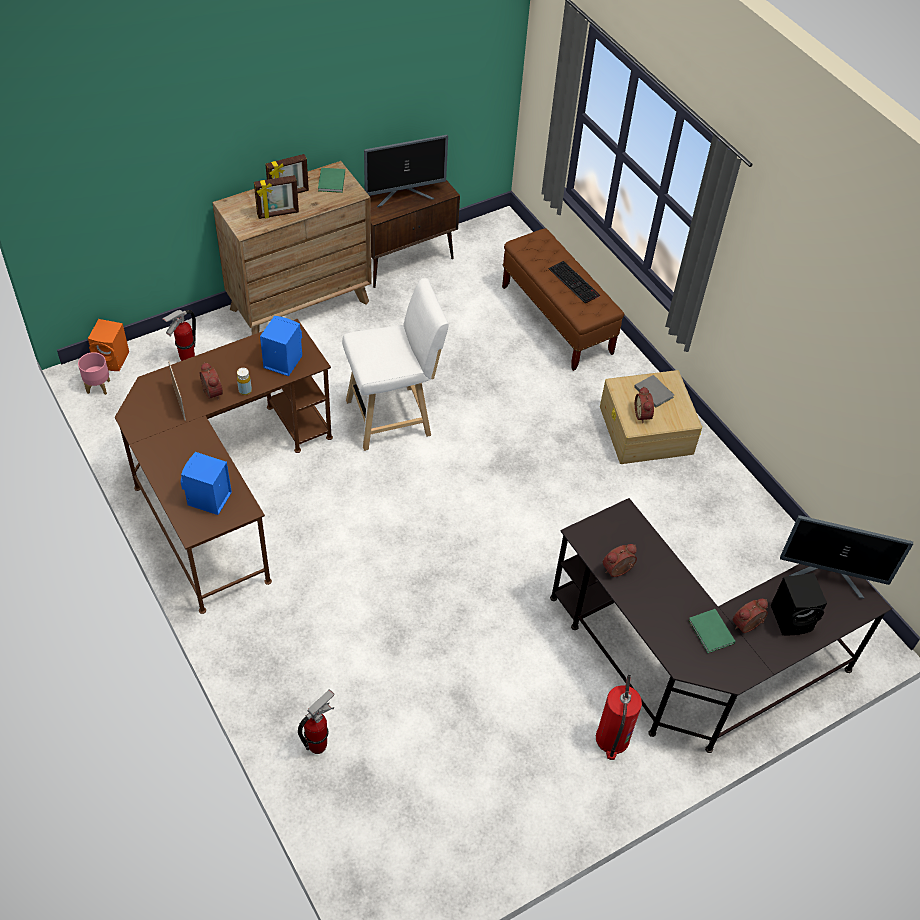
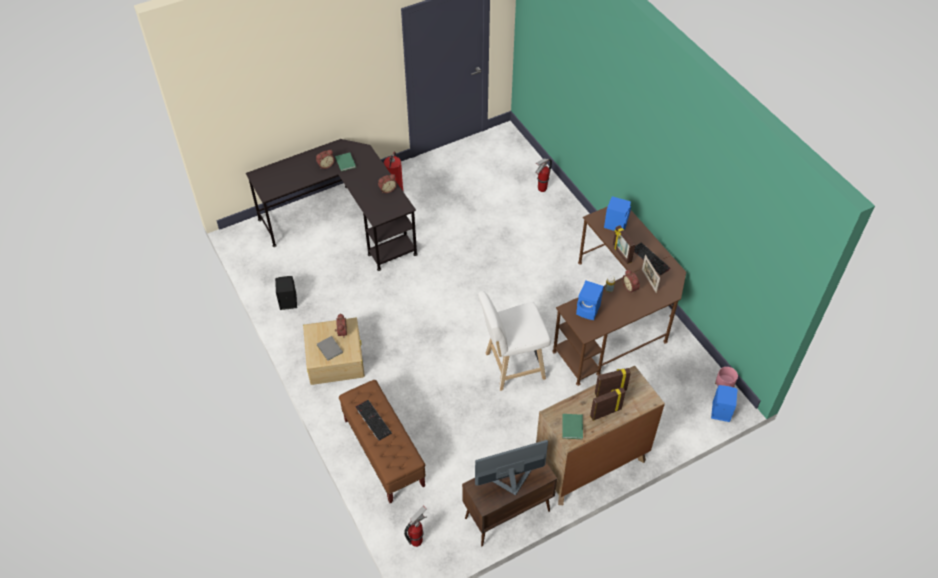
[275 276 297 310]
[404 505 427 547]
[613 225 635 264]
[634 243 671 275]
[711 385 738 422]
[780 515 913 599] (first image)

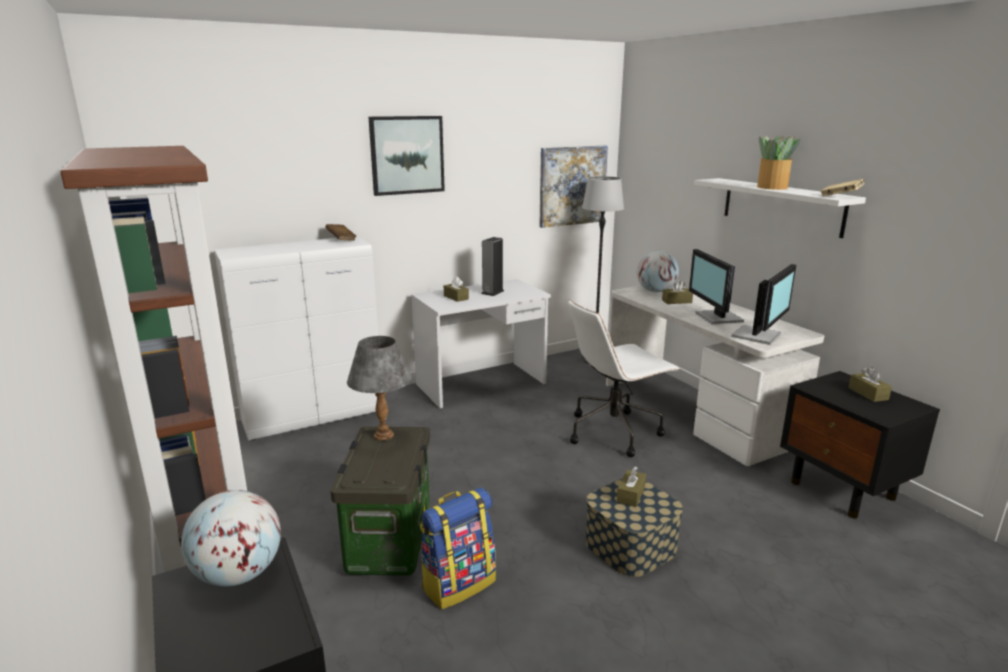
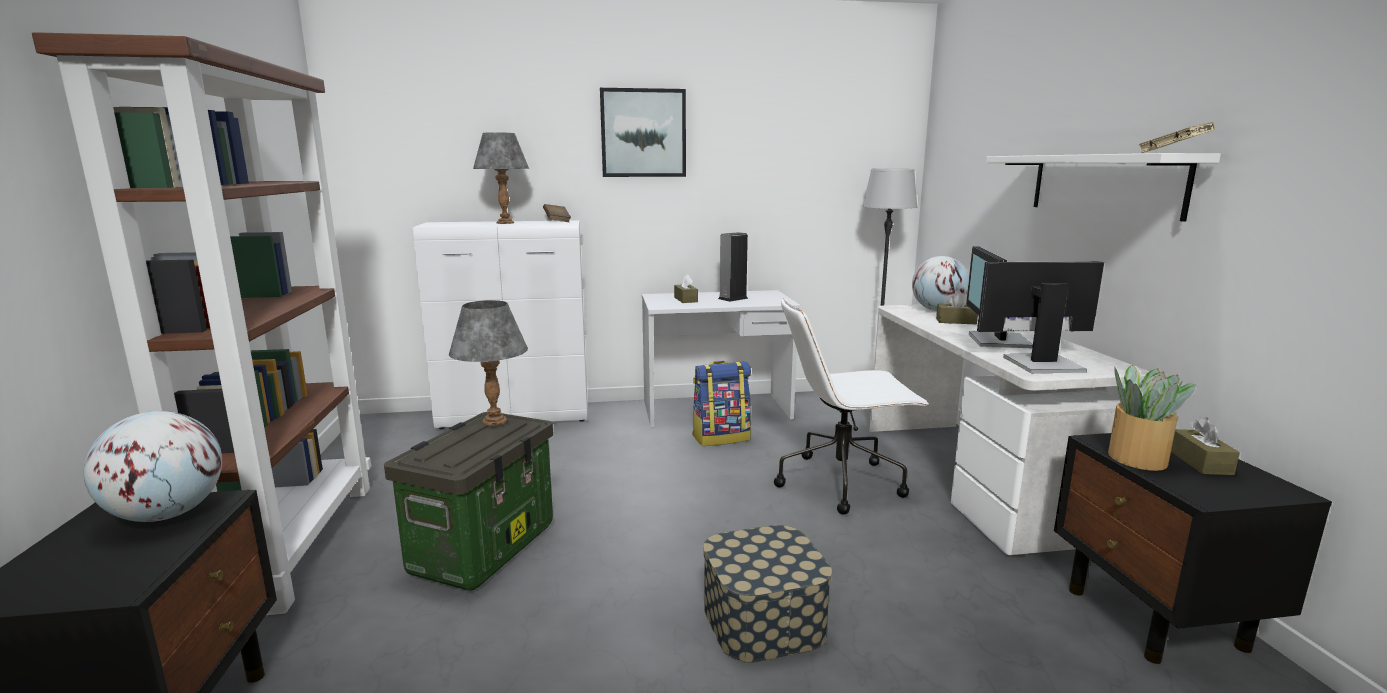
[473 132 529 224]
[692 361 751 446]
[977 261 1104 373]
[1108 365 1196 471]
[539 146 608 228] (first image)
[616 466 646 507] (first image)

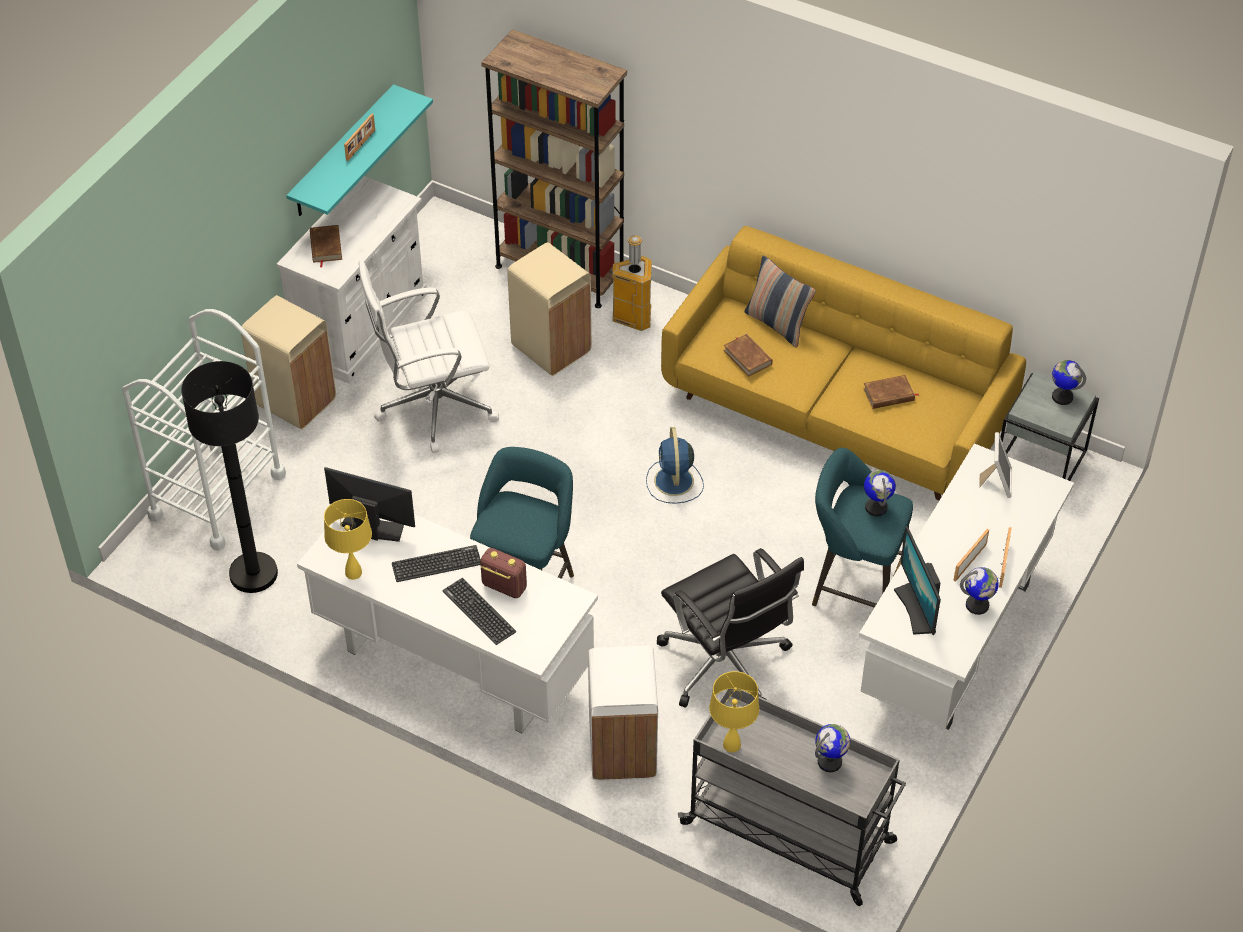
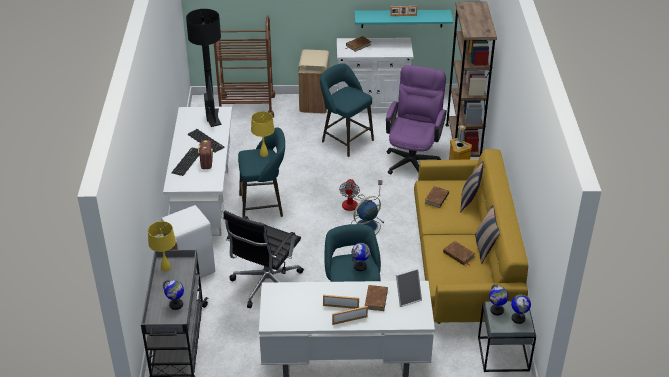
[214 15 275 118]
[251 111 274 157]
[320 63 374 157]
[339 179 382 211]
[365 285 388 311]
[386 65 447 174]
[475 205 500 263]
[489 284 509 315]
[894 526 941 635] (first image)

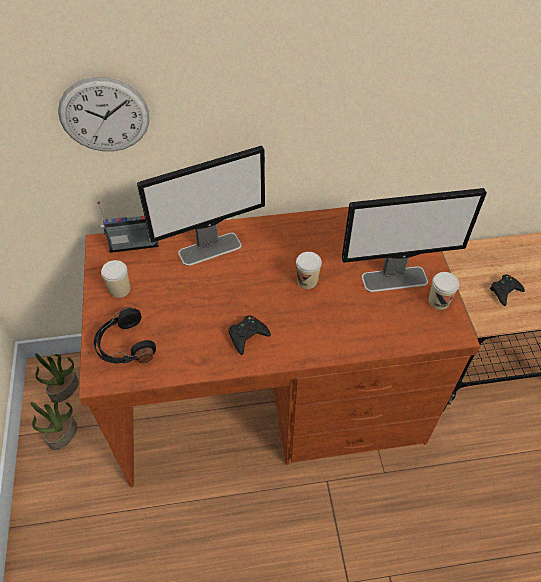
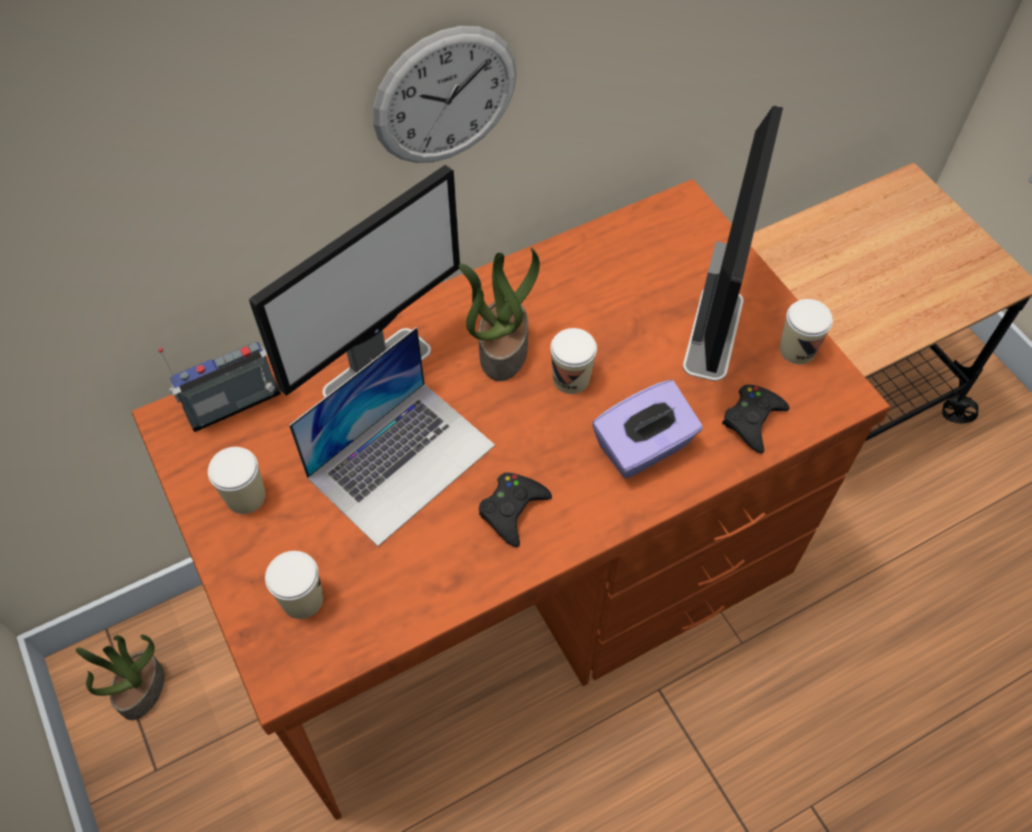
[265 551 323 619]
[289 327 495 546]
[373 26 517 163]
[459 247 540 381]
[592 380 703 479]
[683 106 783 381]
[722 384 789 454]

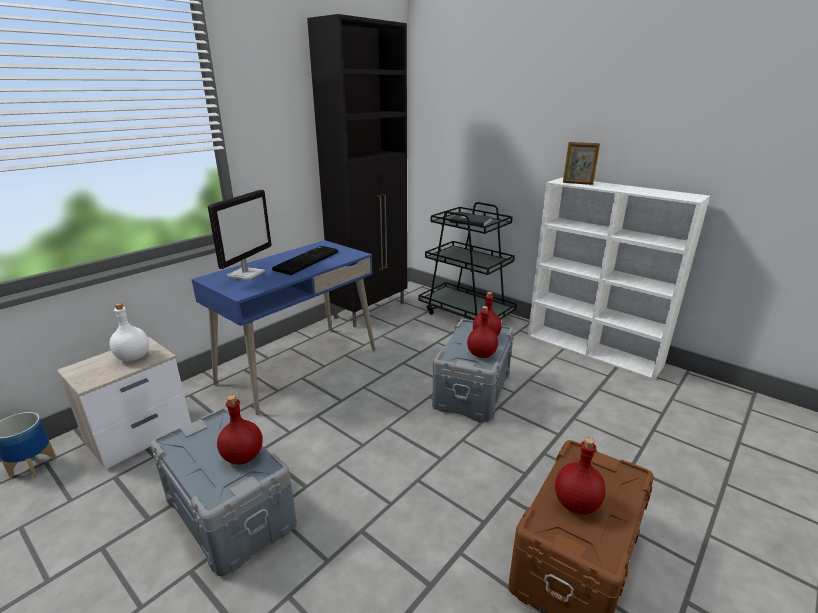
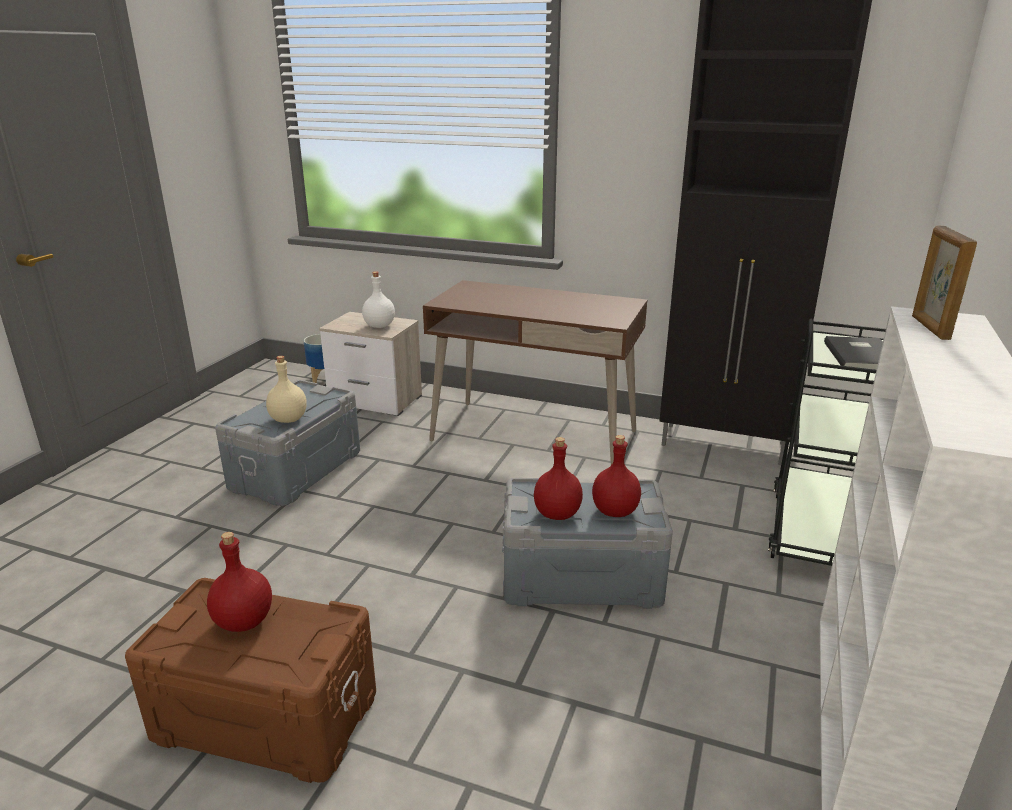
[266 356 307 423]
[423 280 647 465]
[208 190 272 281] (first image)
[272 246 338 275] (first image)

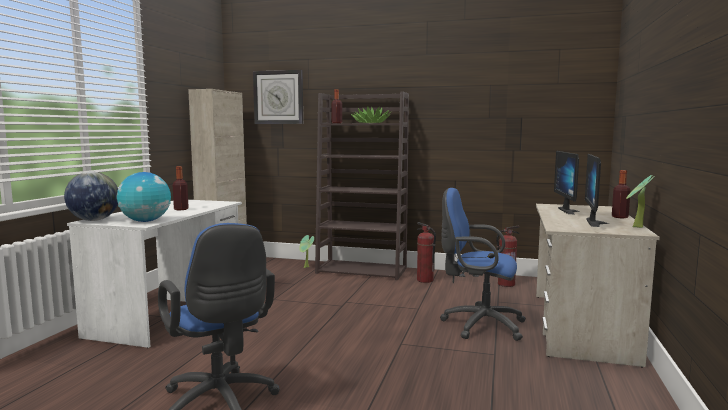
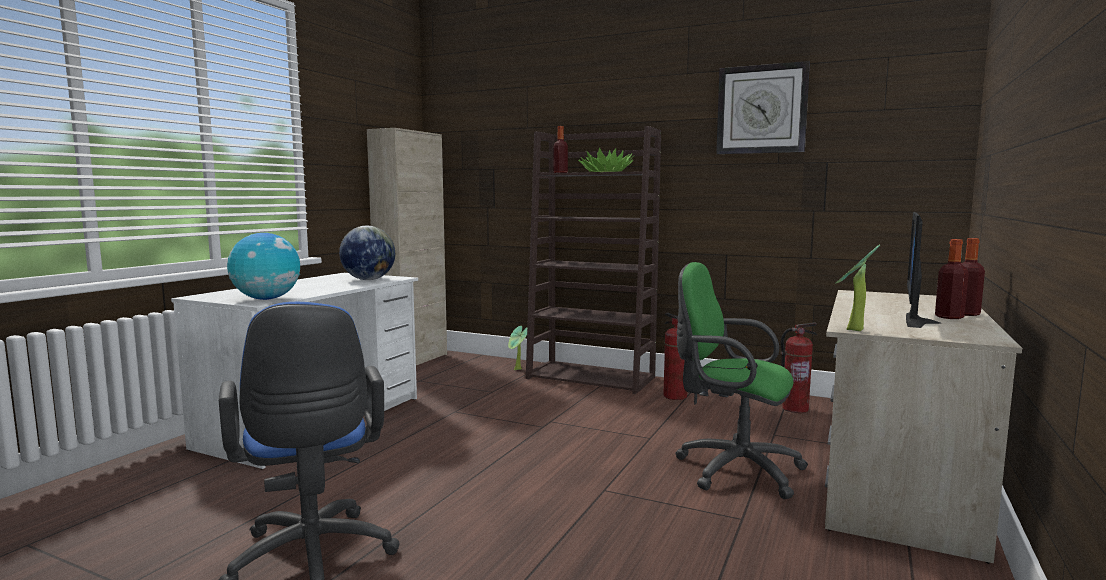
[339 226 395 280]
[675 262 808 499]
[716 61 810 154]
[836 245 880 331]
[935 239 969 319]
[554 151 580 214] (first image)

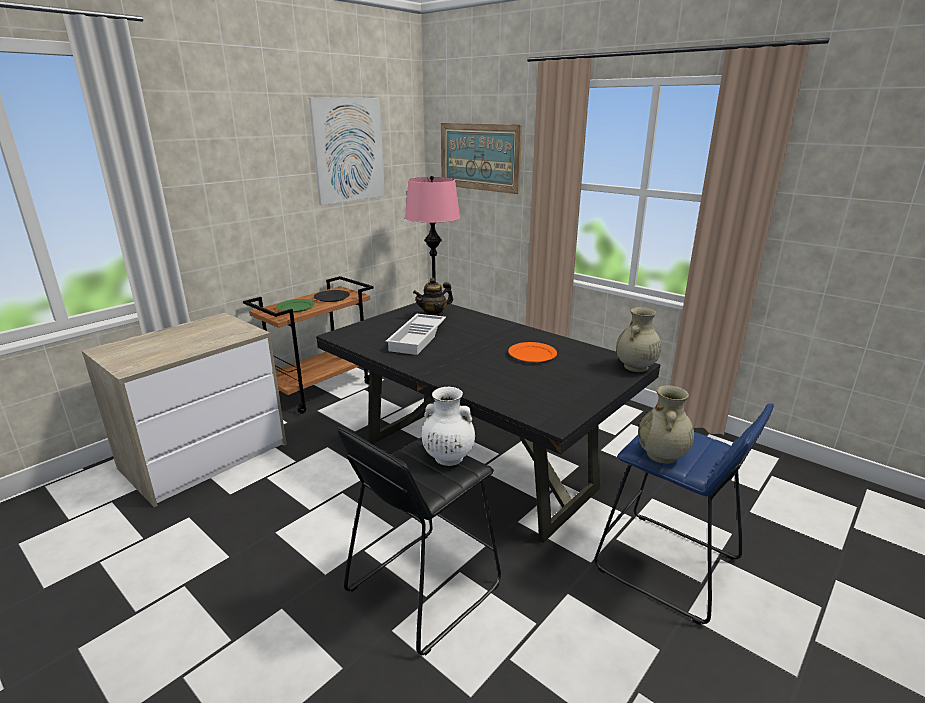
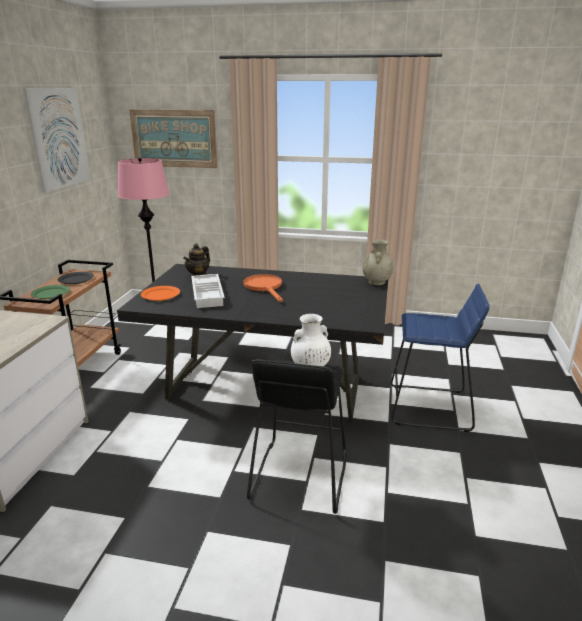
[141 286 180 301]
[244 274 283 302]
[638 385 694 464] (first image)

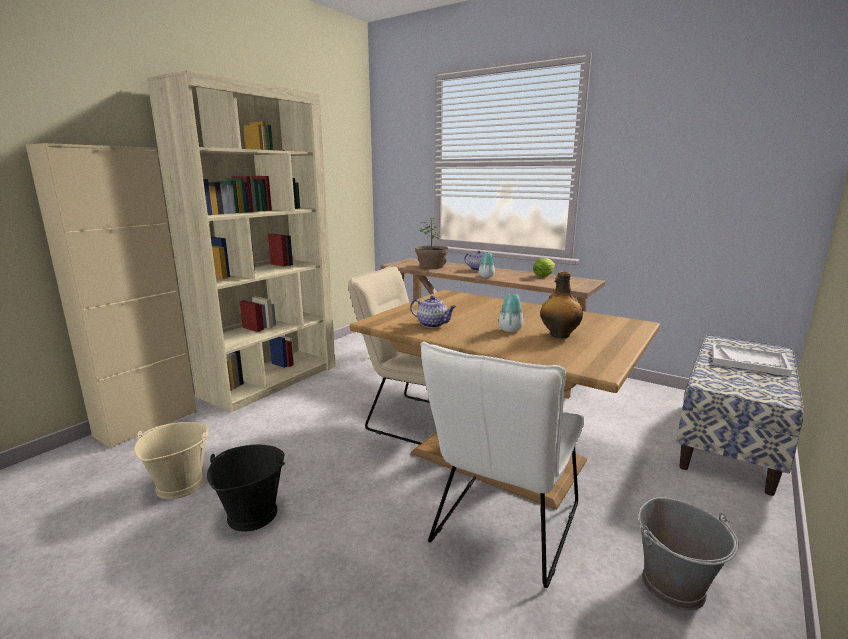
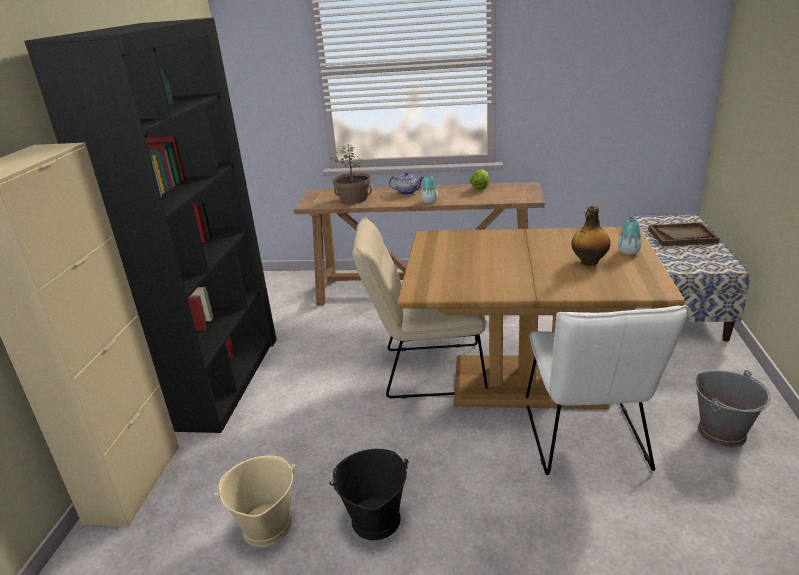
[24 18 277 433]
[618 219 642 255]
[648 222 720 246]
[410 296 456 328] (first image)

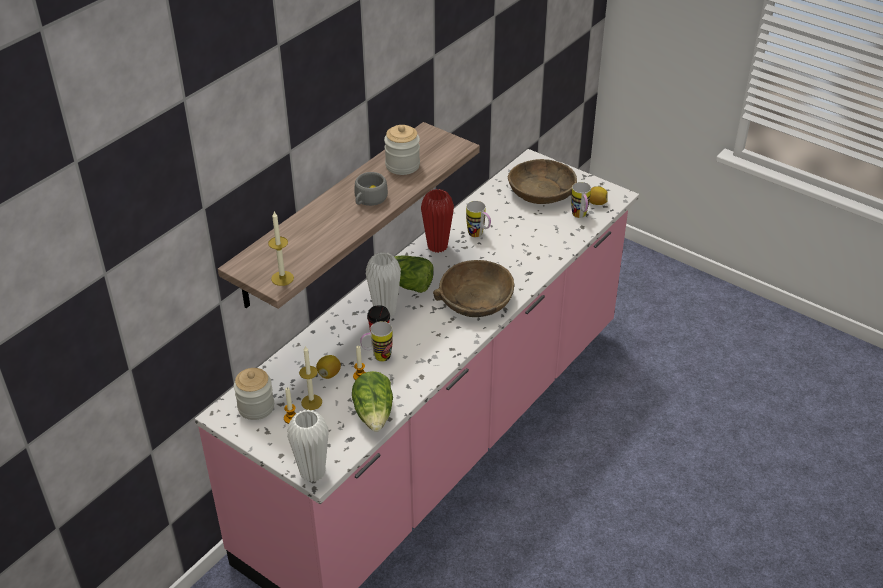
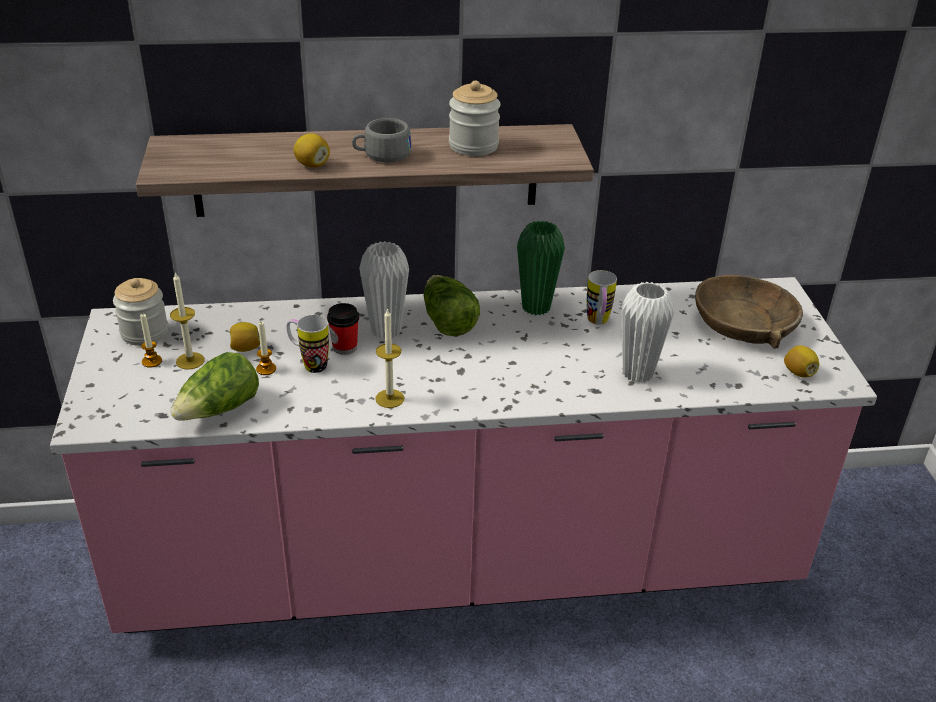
[293 134 330 168]
[375 308 404 408]
[517 221 565 315]
[622 282 674 383]
[433 260 514 317] (first image)
[571 182 591 218] (first image)

